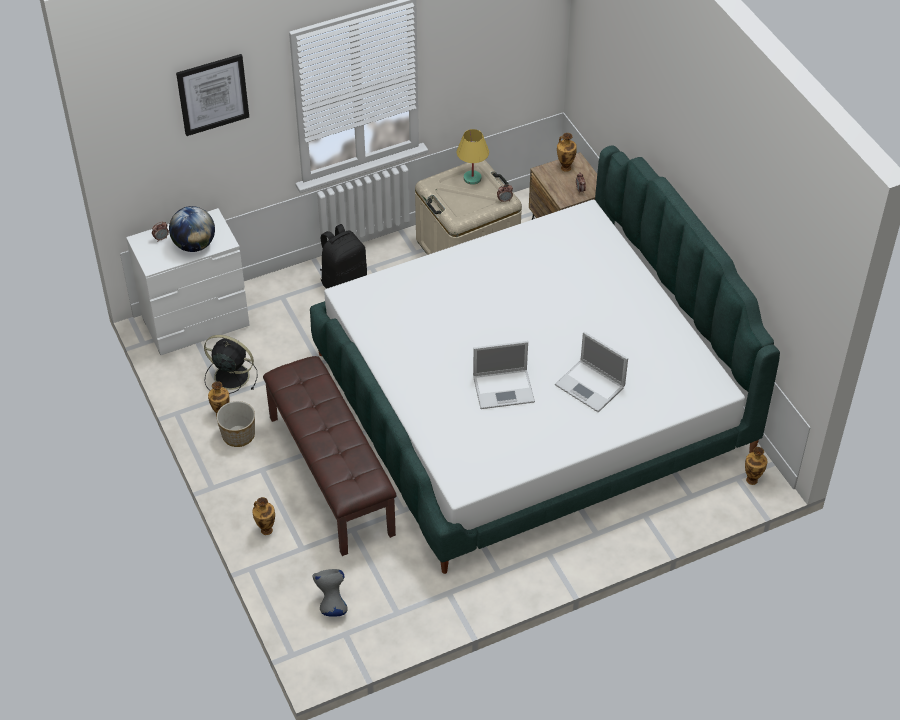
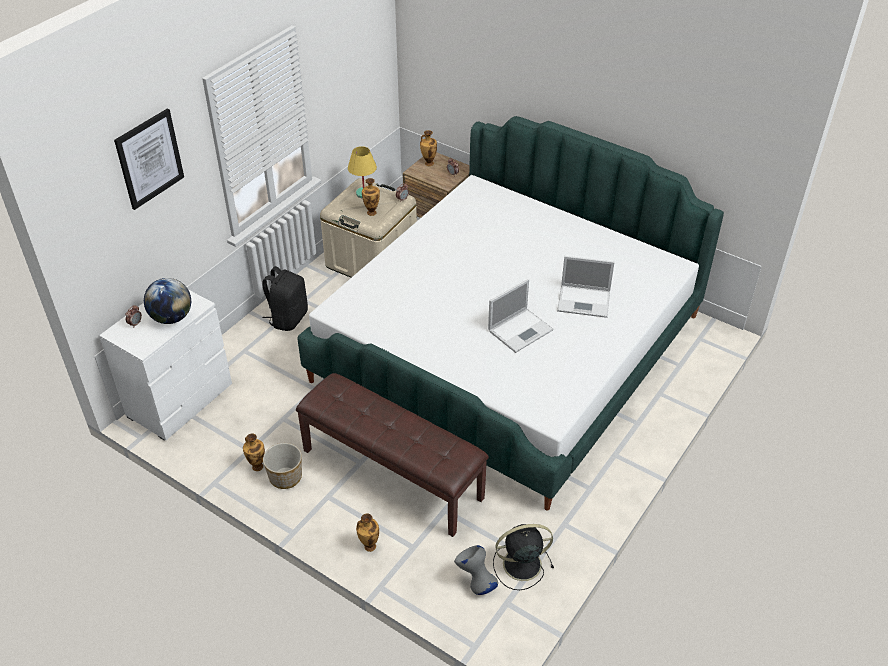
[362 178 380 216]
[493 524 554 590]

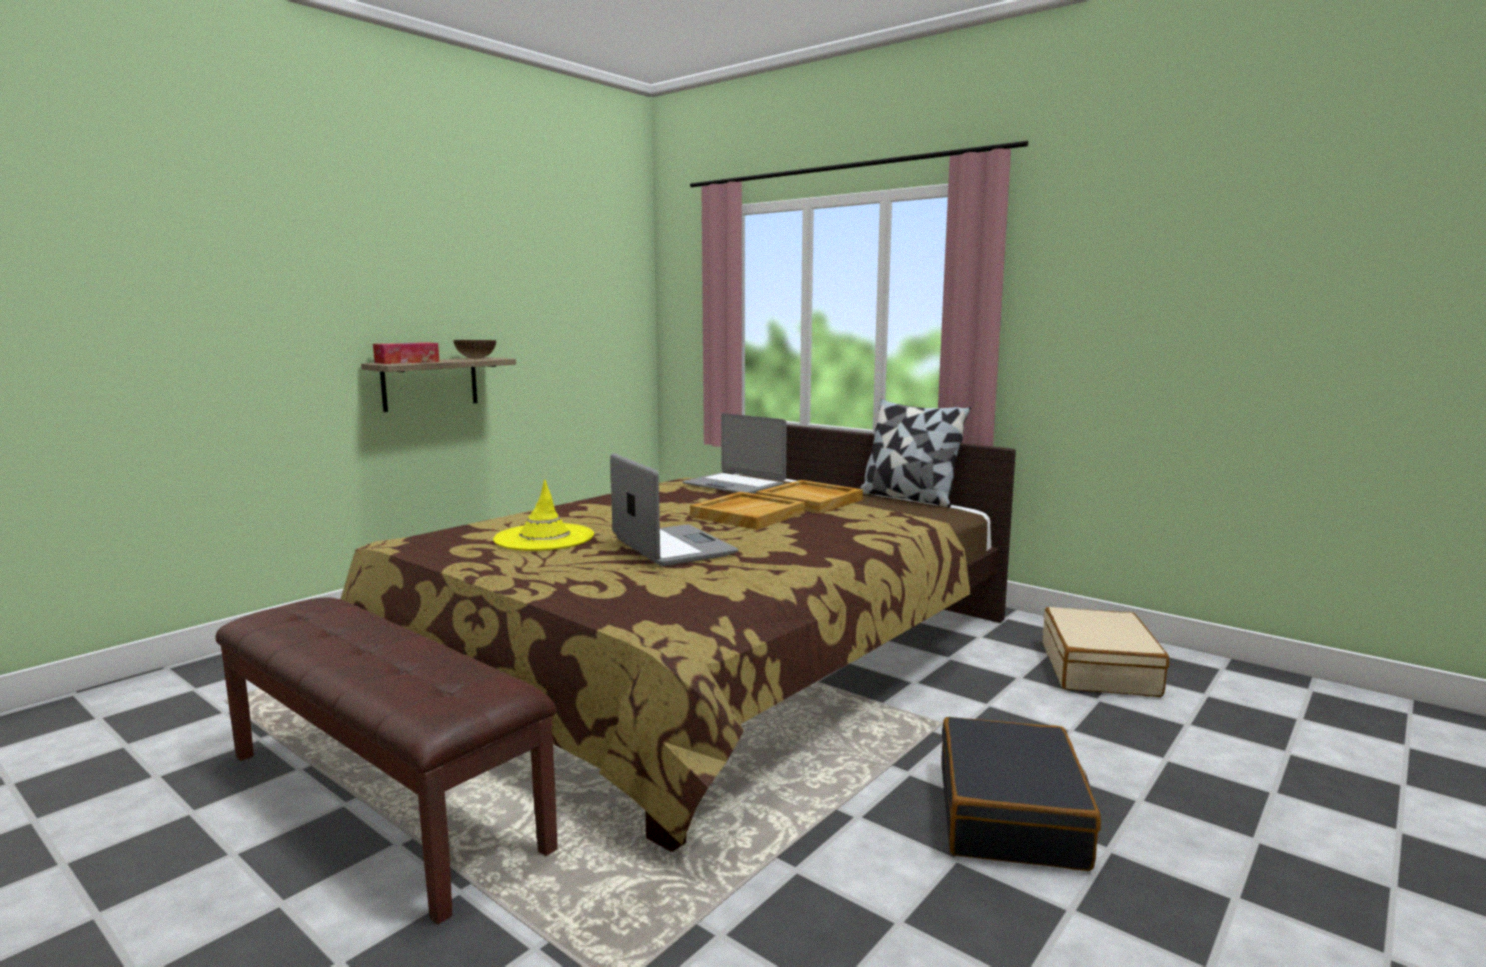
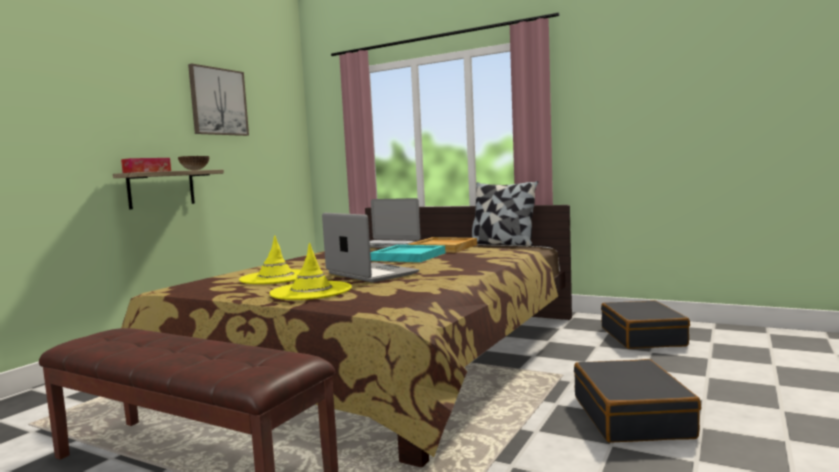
[188 64 249 136]
[269 243 352 300]
[370 245 445 262]
[601 300 690 349]

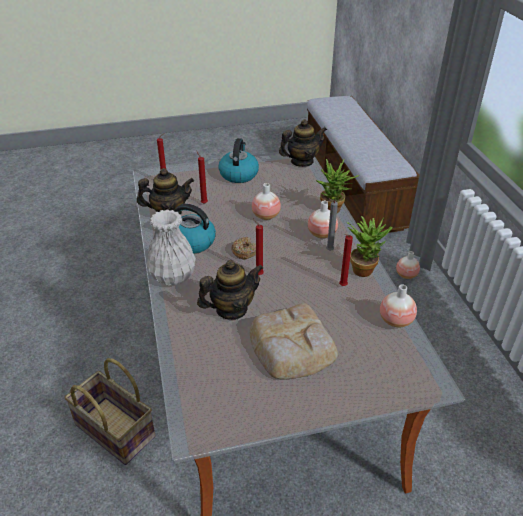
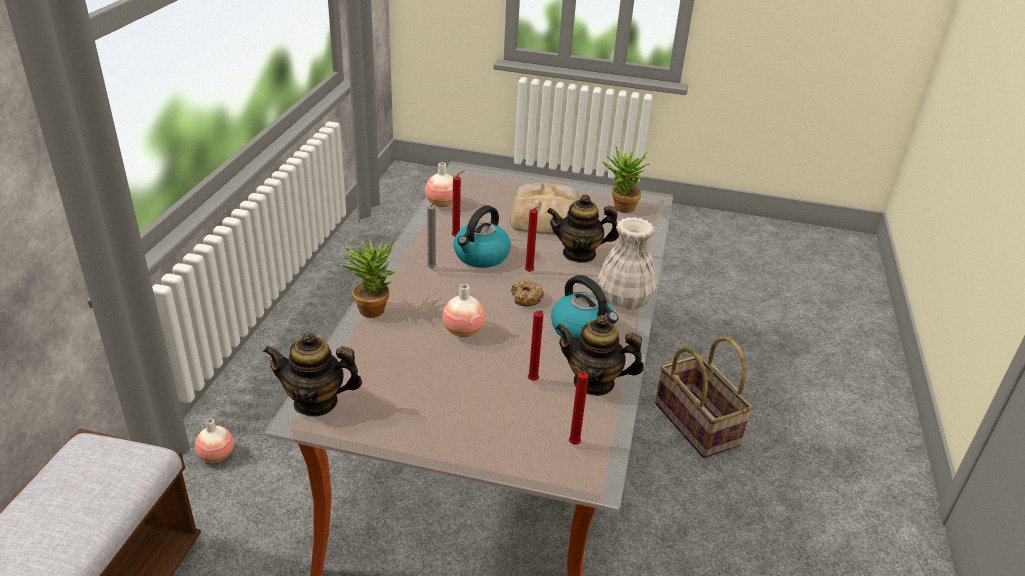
[454 205 511 268]
[602 146 650 213]
[308 201 338 239] (first image)

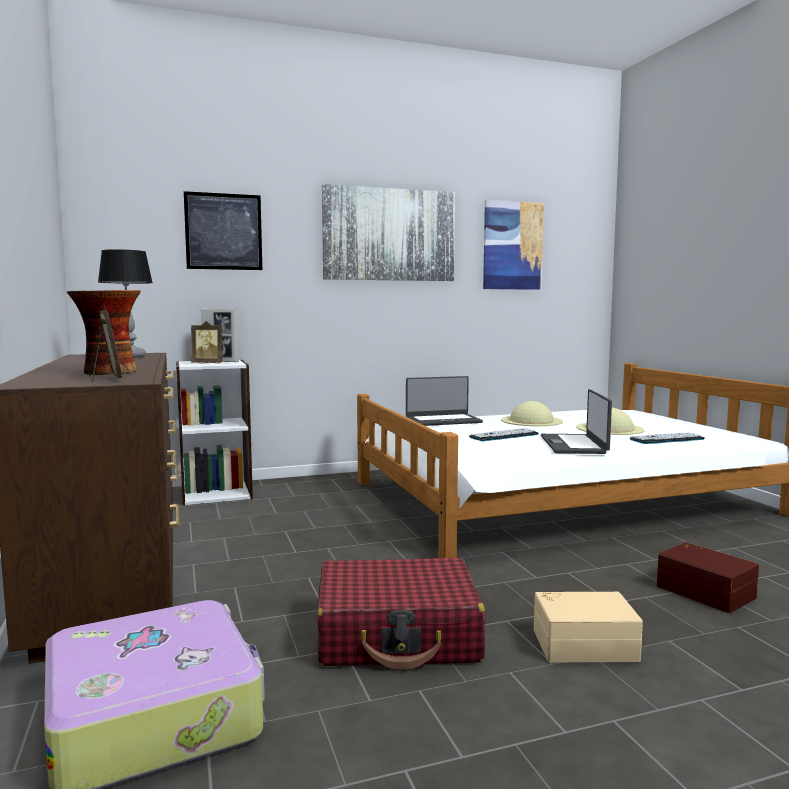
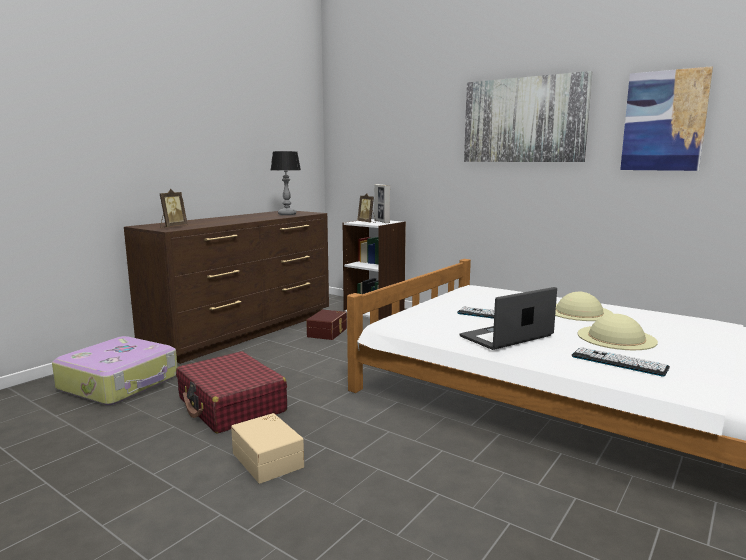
[306 310 347 340]
[67 290 141 375] (first image)
[184 191 262 270] (first image)
[406 376 483 426] (first image)

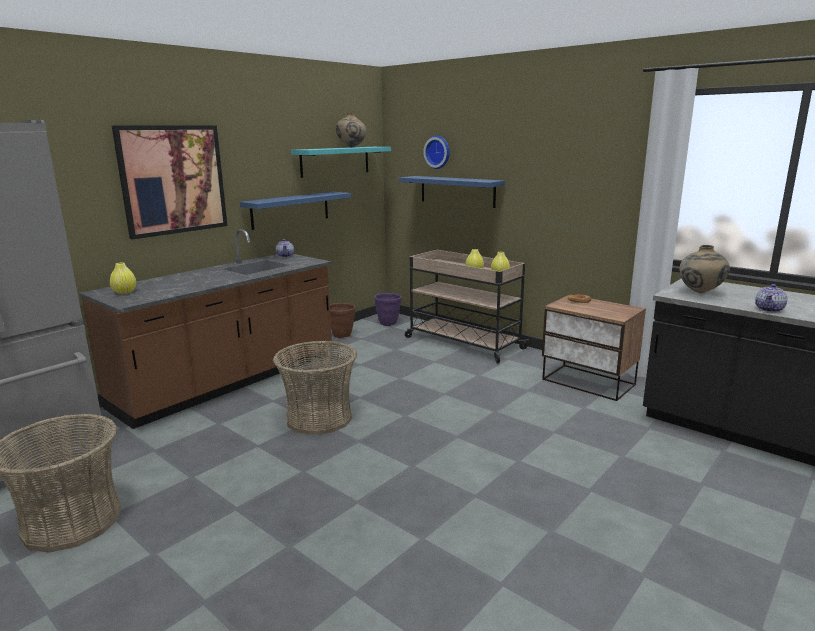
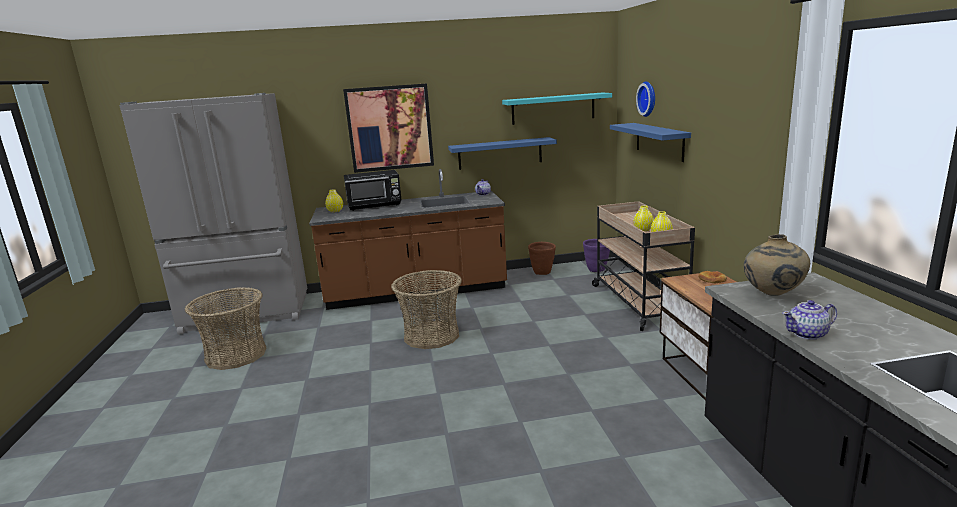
[344 170 401 211]
[336 113 366 148] (first image)

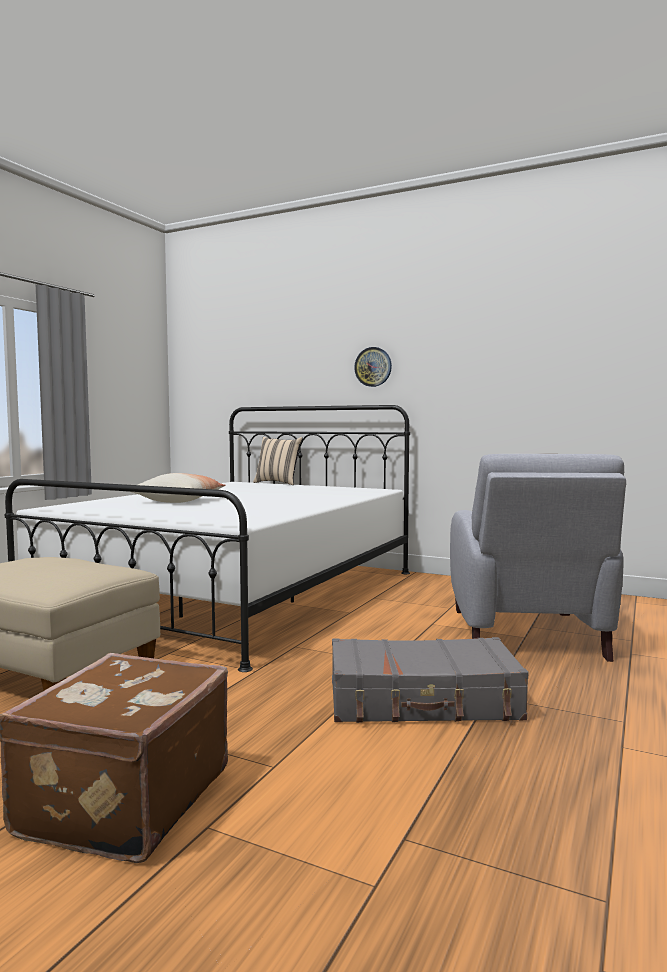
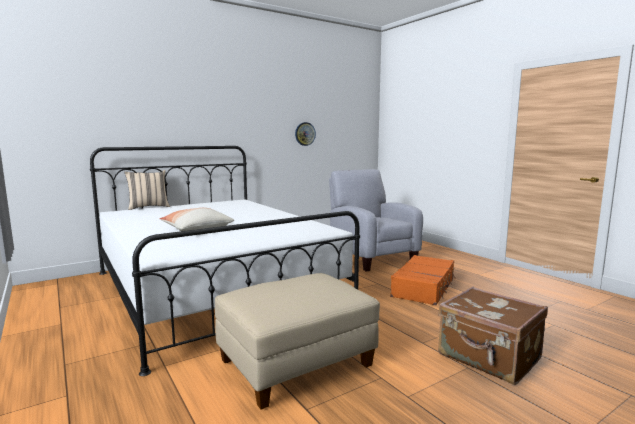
[295 122 316 146]
[329 169 423 272]
[390 255 456 305]

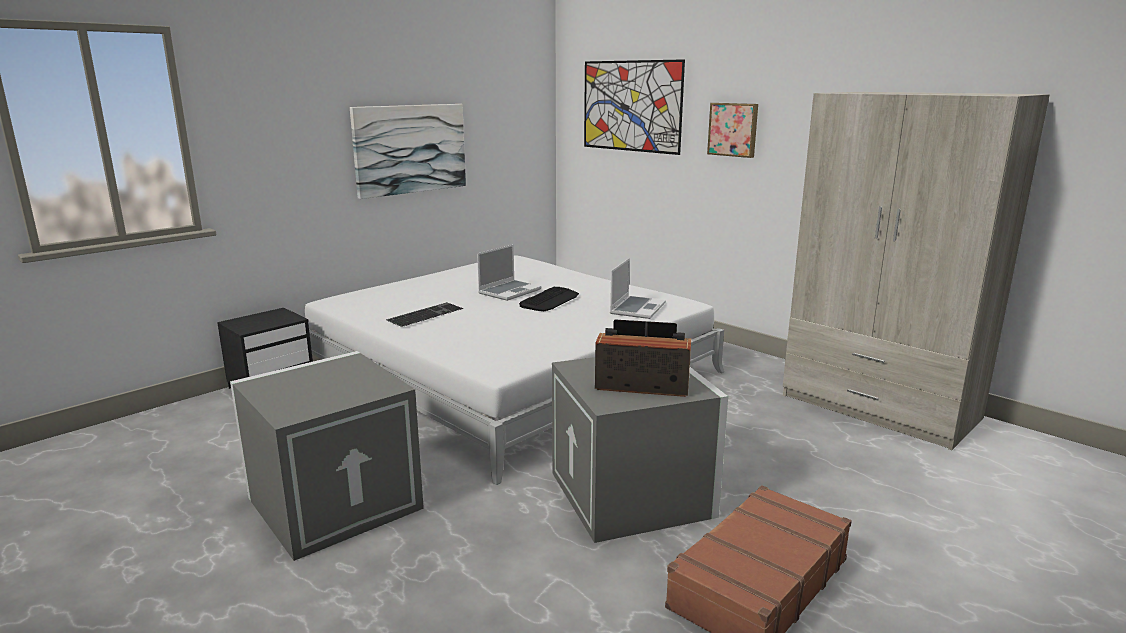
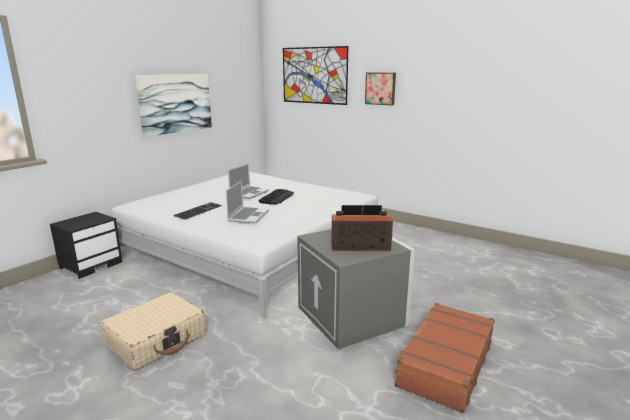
[101 292 206 370]
[226 180 269 223]
[783 92 1050 450] (first image)

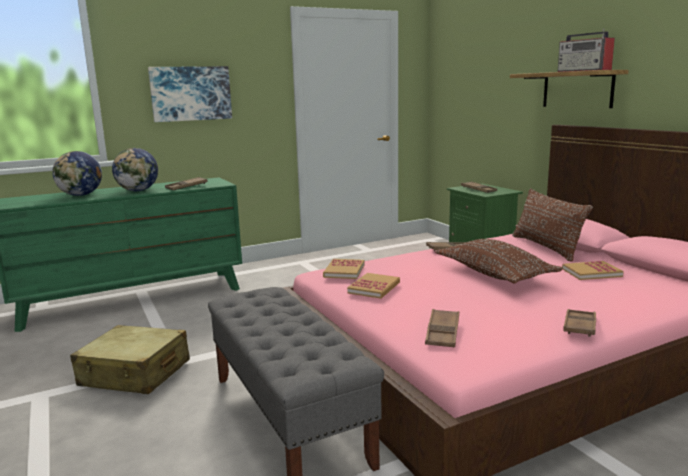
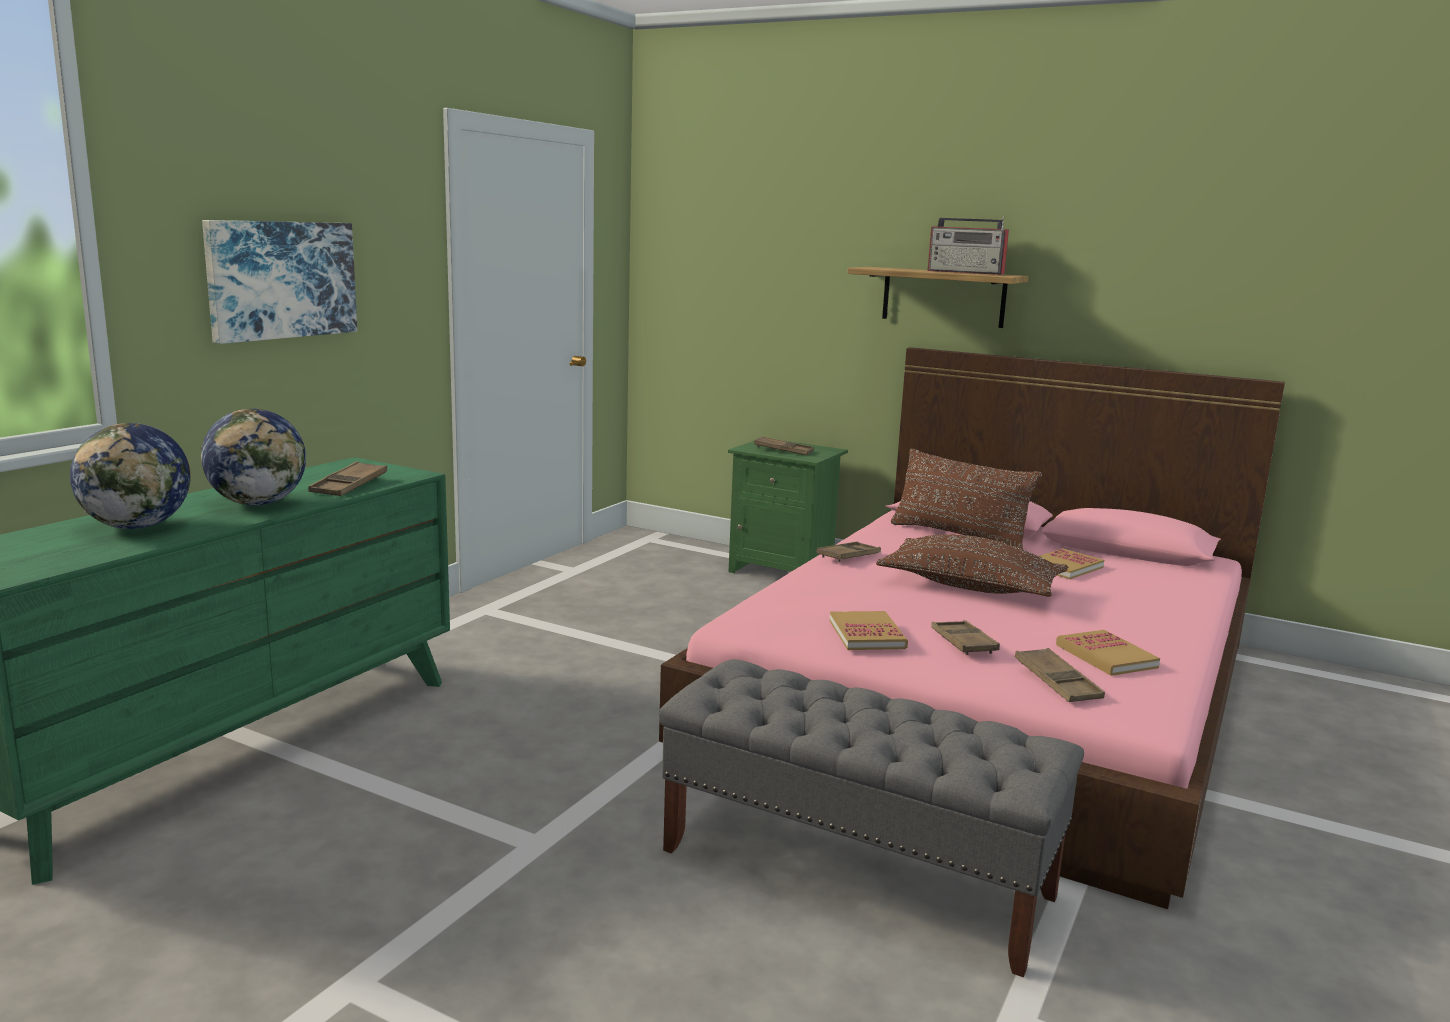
[931 620 1000 655]
[1056 630 1160 676]
[70 325 190 394] (first image)

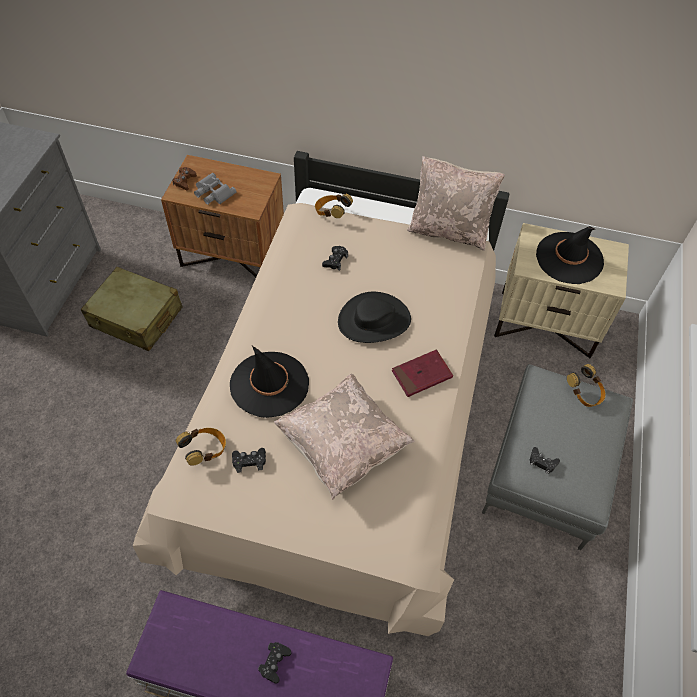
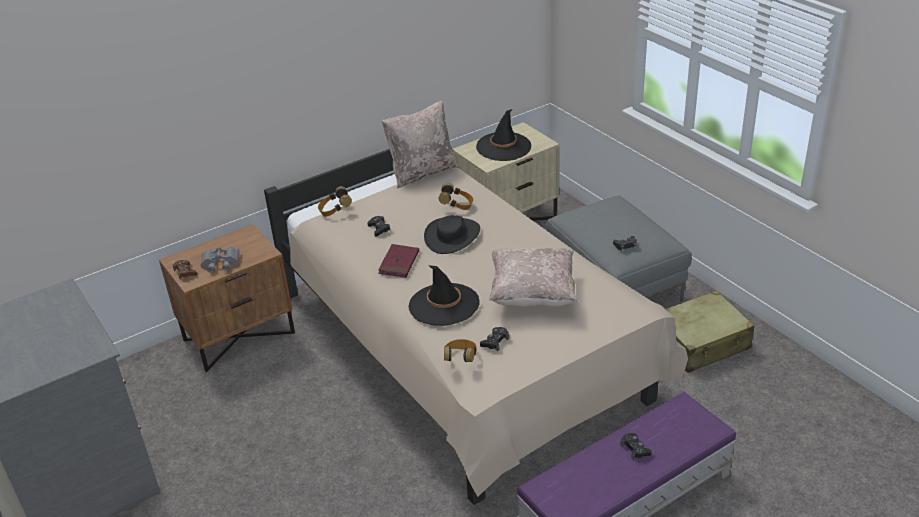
[378 244 419 278]
[439 183 473 210]
[666 290 754 373]

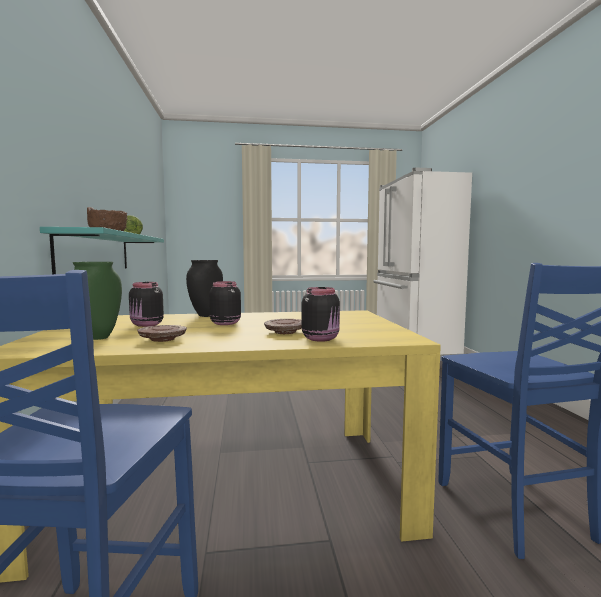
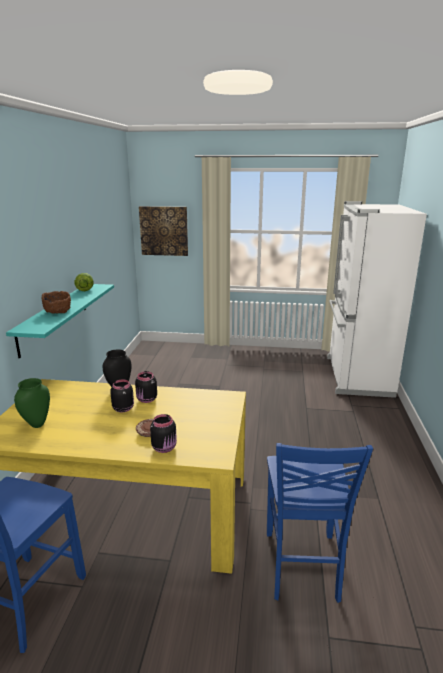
[135 371 157 403]
[139 206 188 256]
[137 325 187 342] (first image)

